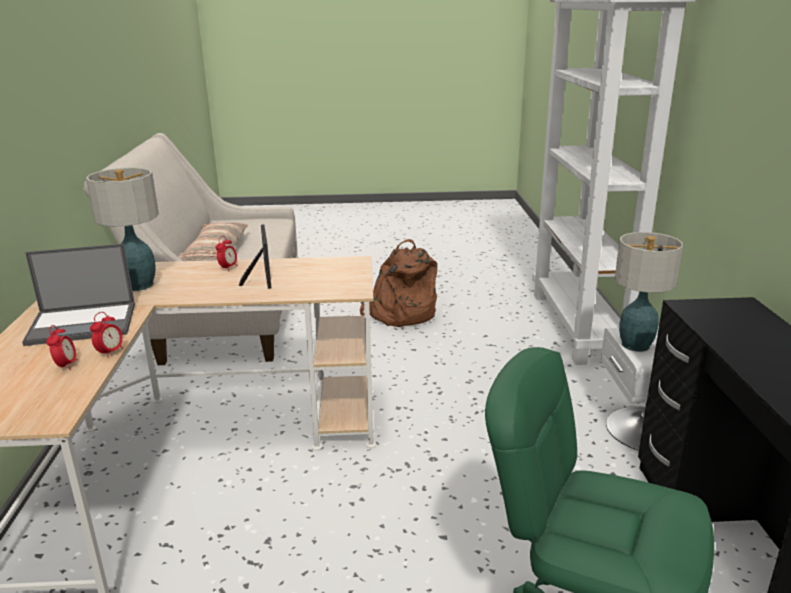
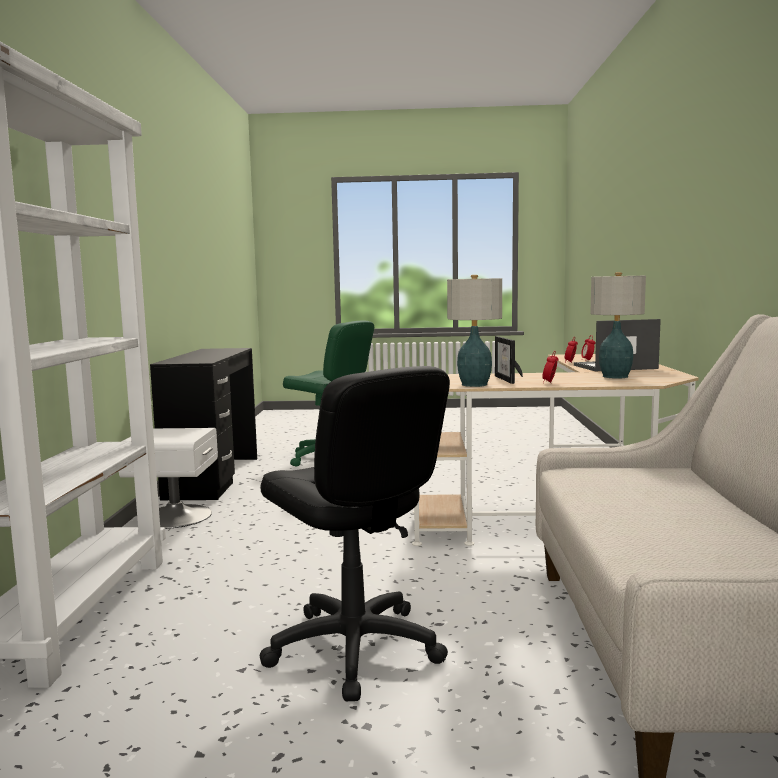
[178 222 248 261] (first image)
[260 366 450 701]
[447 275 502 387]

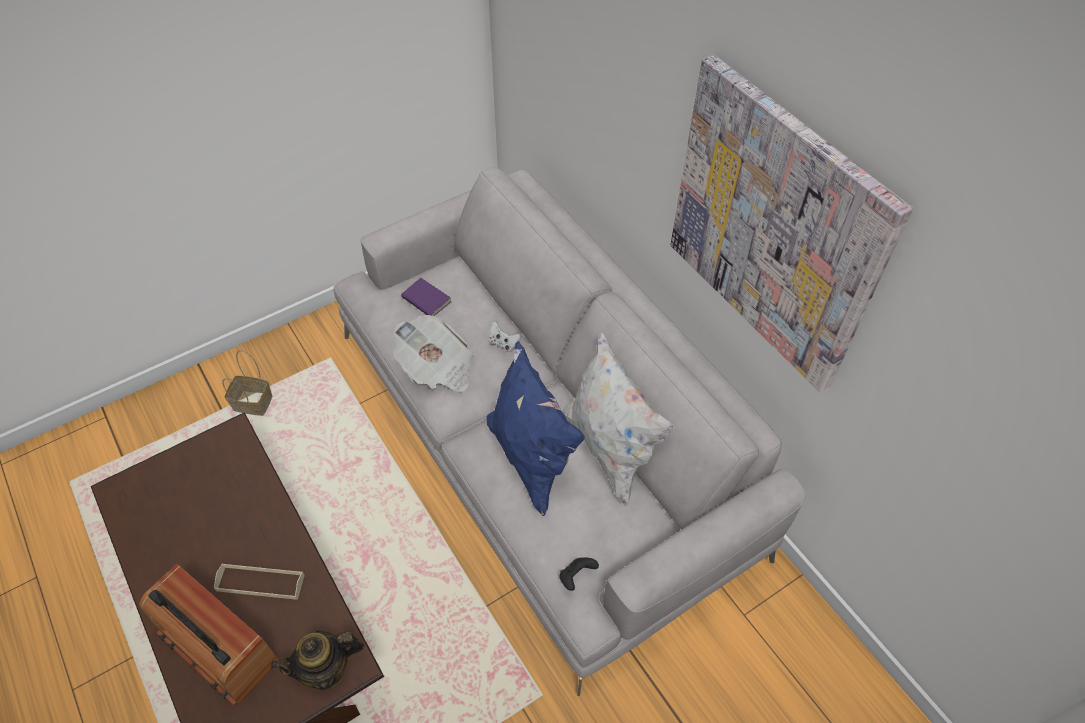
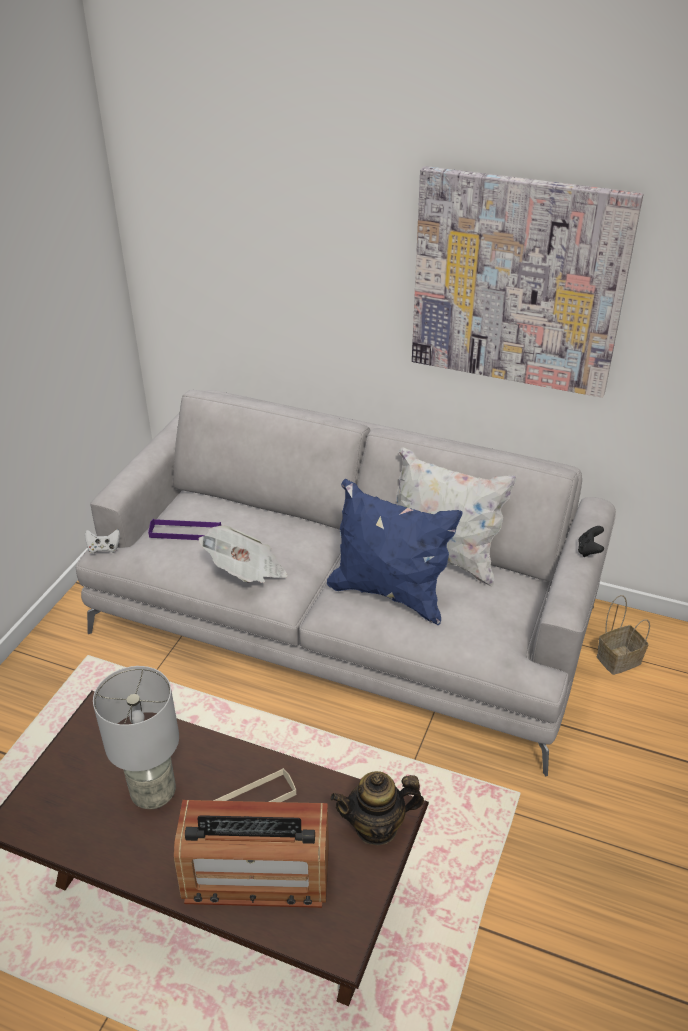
[597 595 650 675]
[330 771 424 845]
[148 519 221 540]
[85 529 120 553]
[578 526 604 557]
[93 666 179 809]

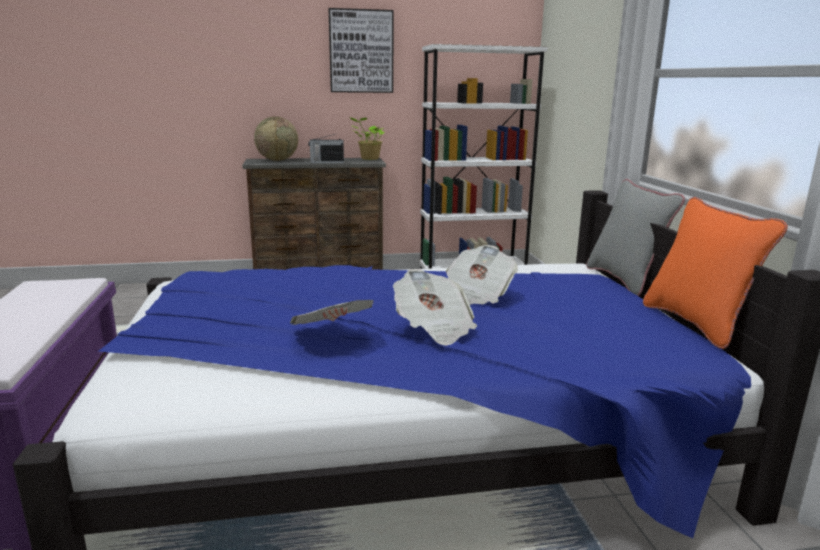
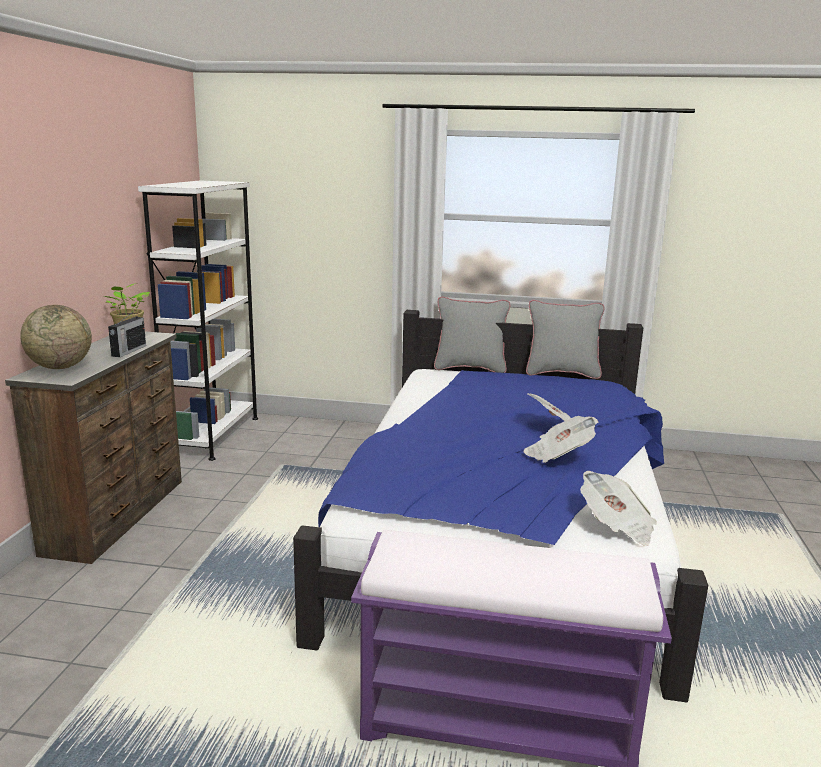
[329 8 394 93] (first image)
[580 471 657 546]
[526 300 605 379]

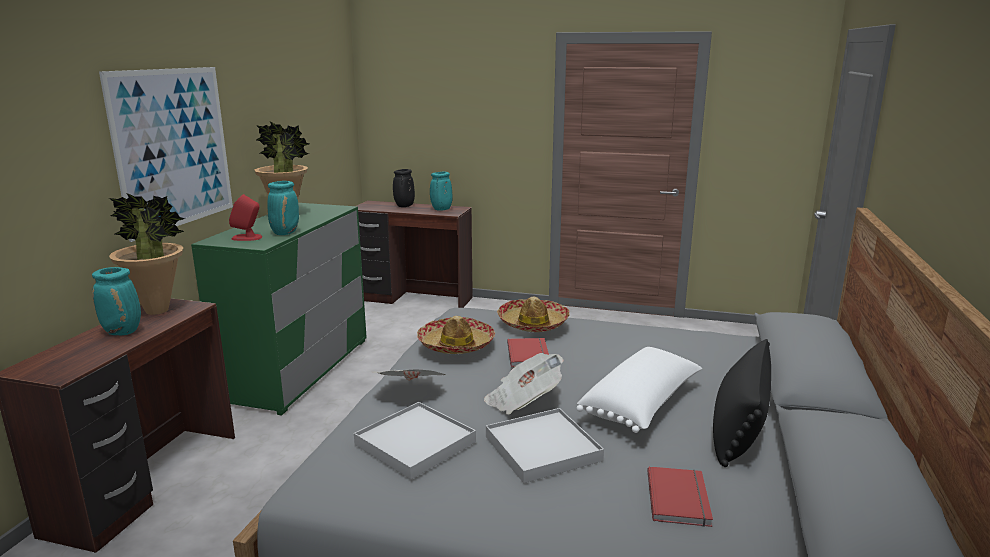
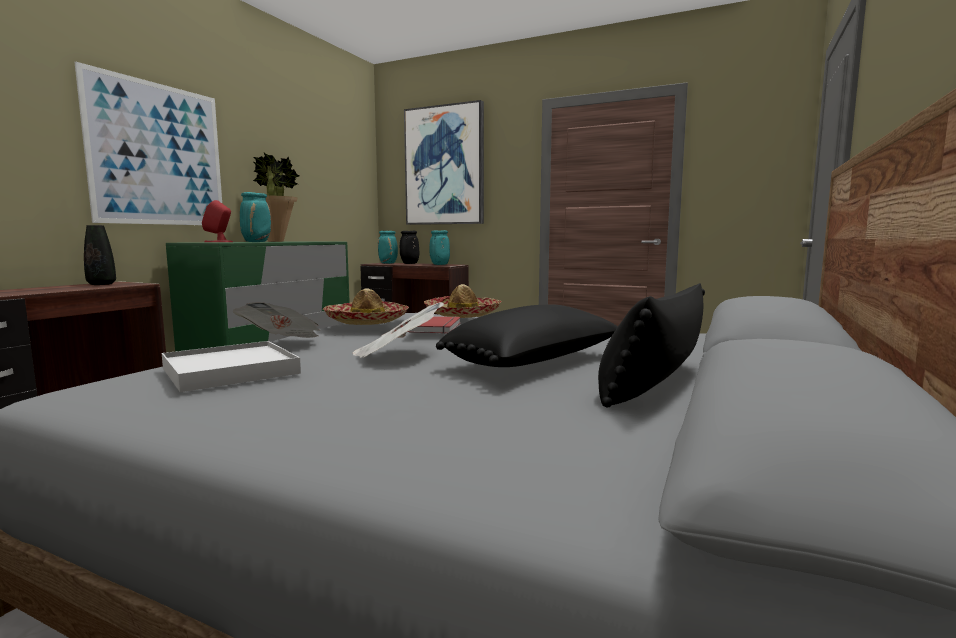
[378 231 398 264]
[84 225 116 285]
[486 408 604 483] (first image)
[436 305 618 367]
[647 466 713 527] (first image)
[404 100 484 225]

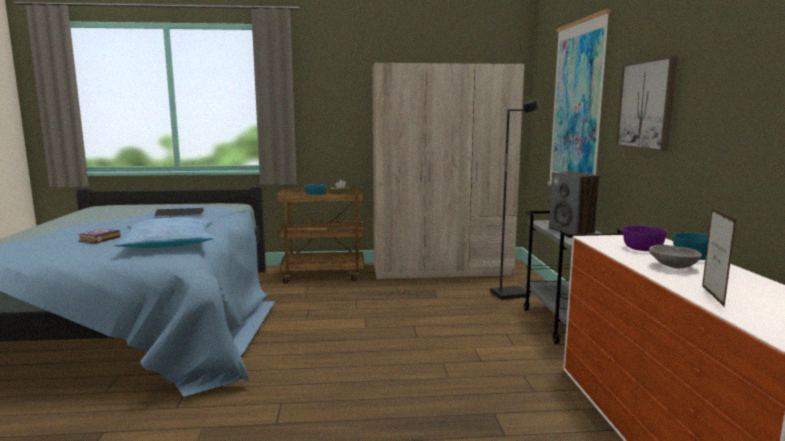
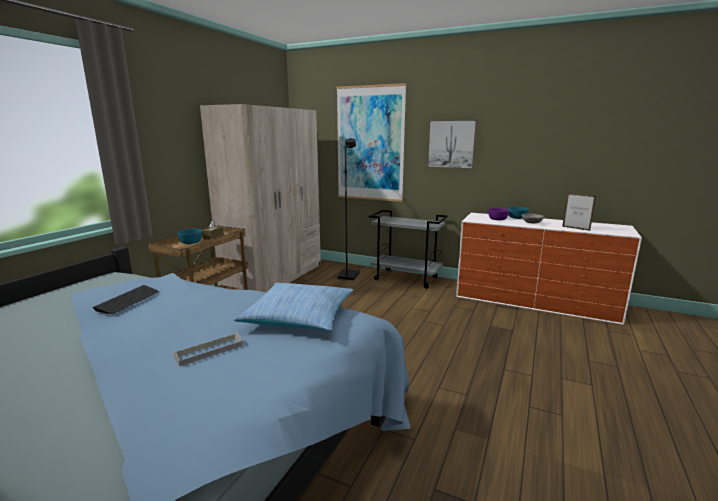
[173 333 243 366]
[549 172 599 234] (first image)

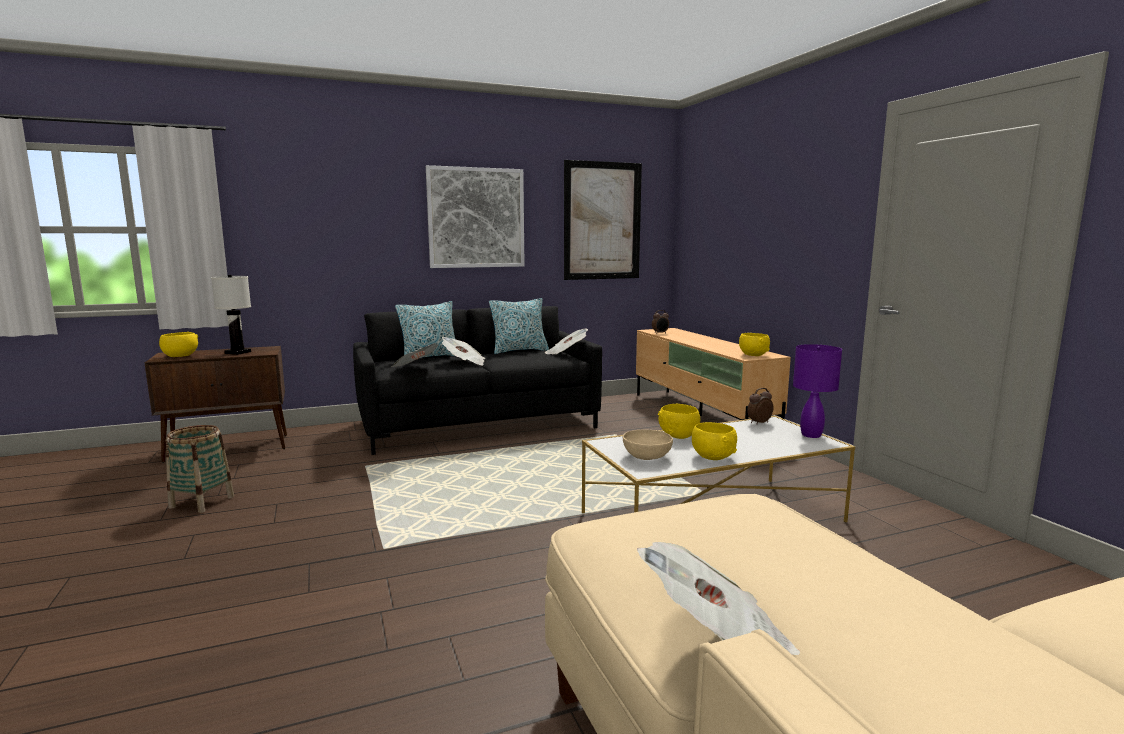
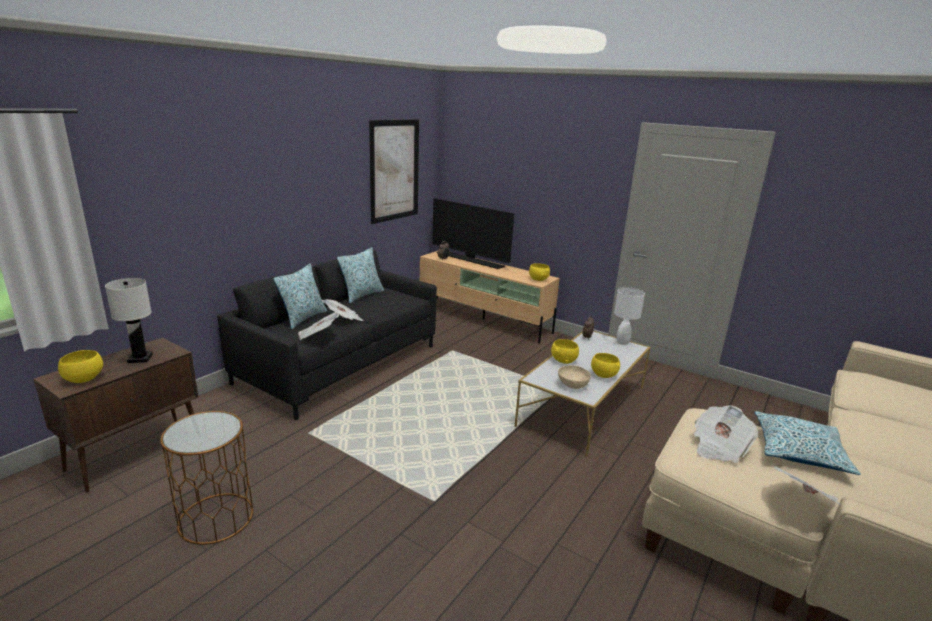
[160 411 253 545]
[426 165 525 268] (first image)
[694 405 758 463]
[614 287 645 345]
[432 198 514 269]
[754 411 861 475]

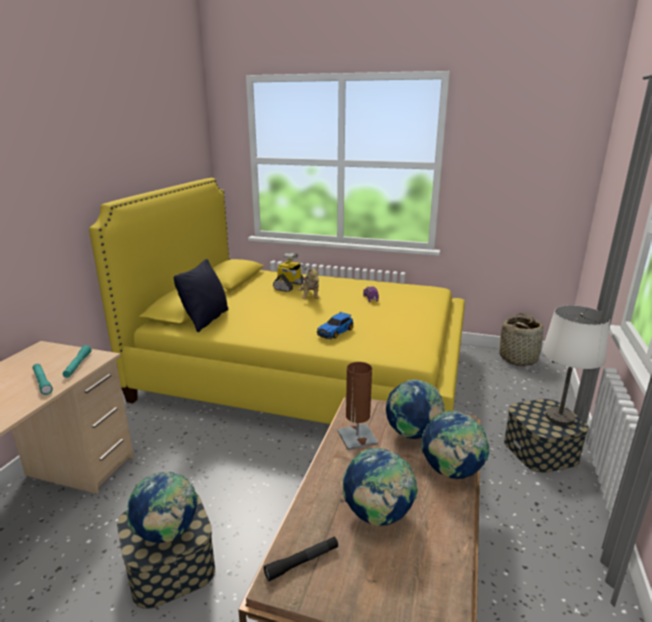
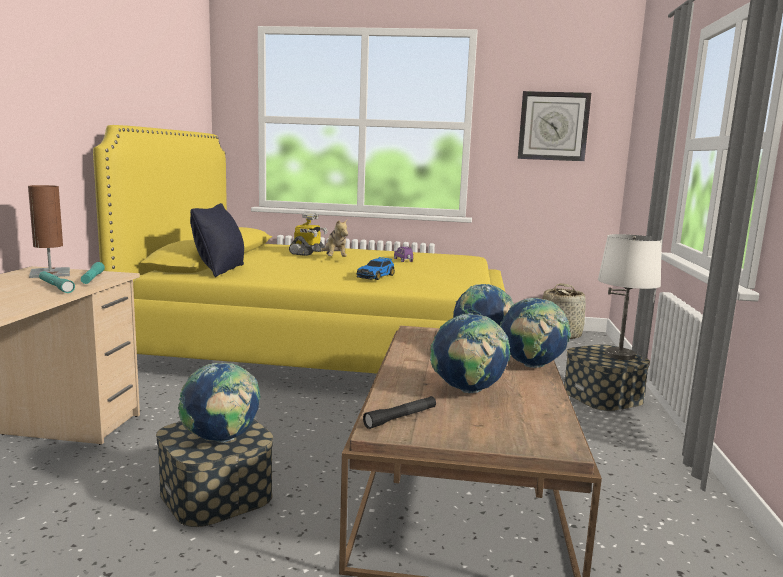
[28 185 70 278]
[518 91 591 161]

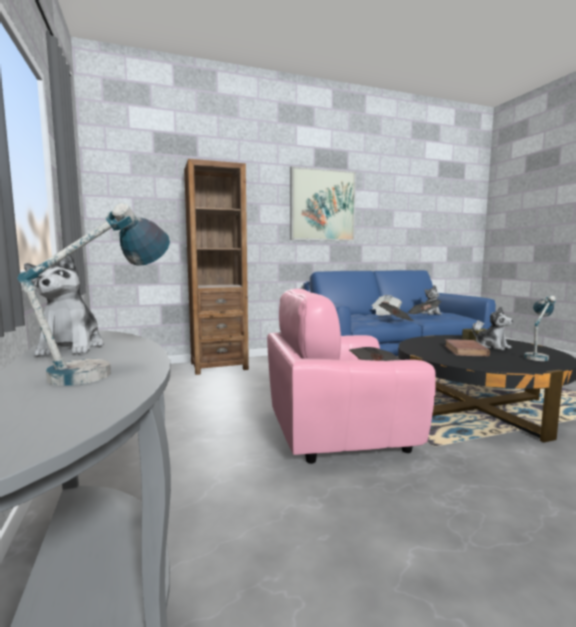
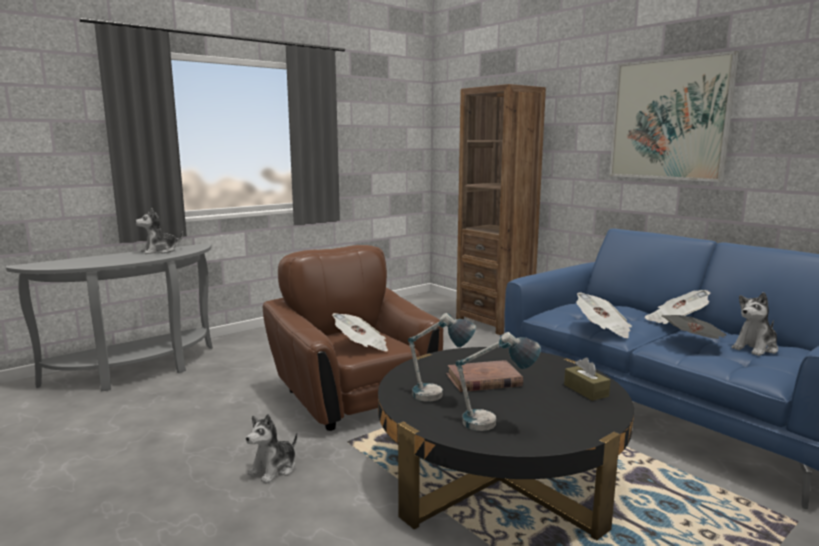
[408 313 476 402]
[263 245 443 431]
[246 414 297 484]

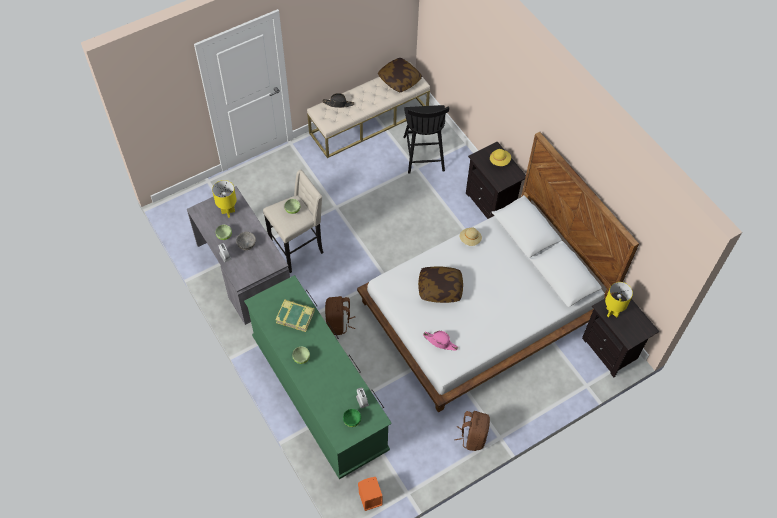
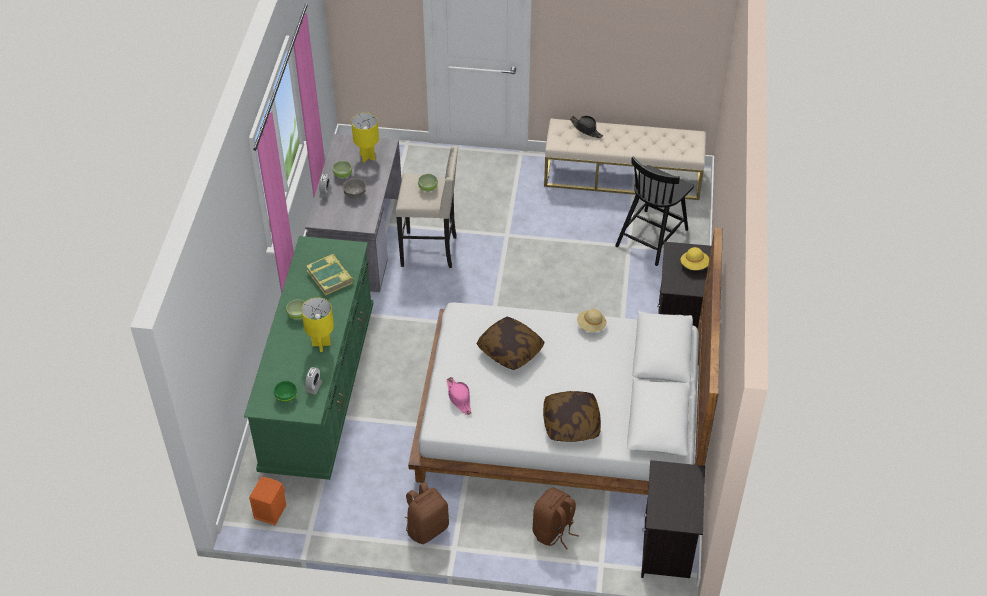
[533 487 579 550]
[543 391 601 442]
[301 297 334 352]

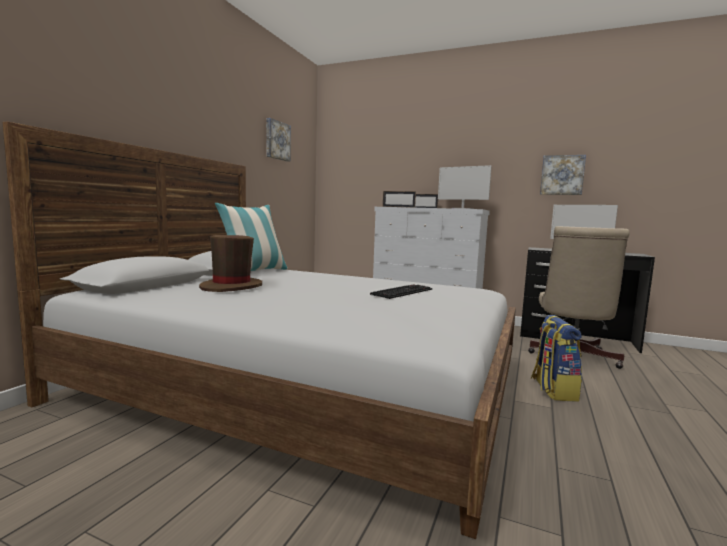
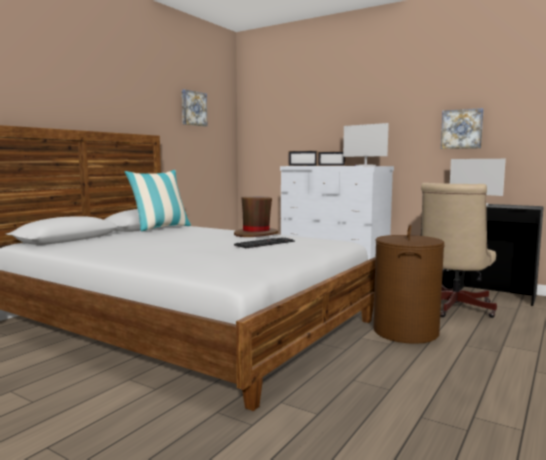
[234 196 278 237]
[373 225 445 344]

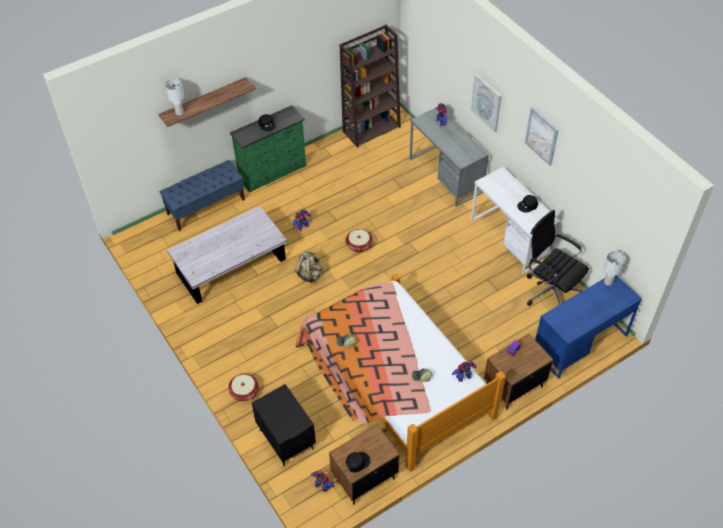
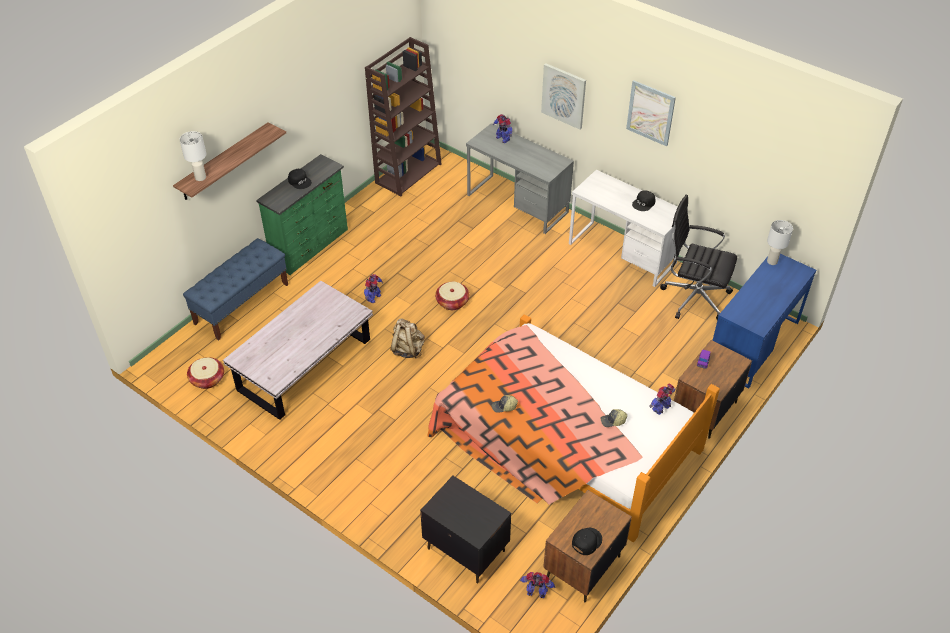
[187 357 224 389]

